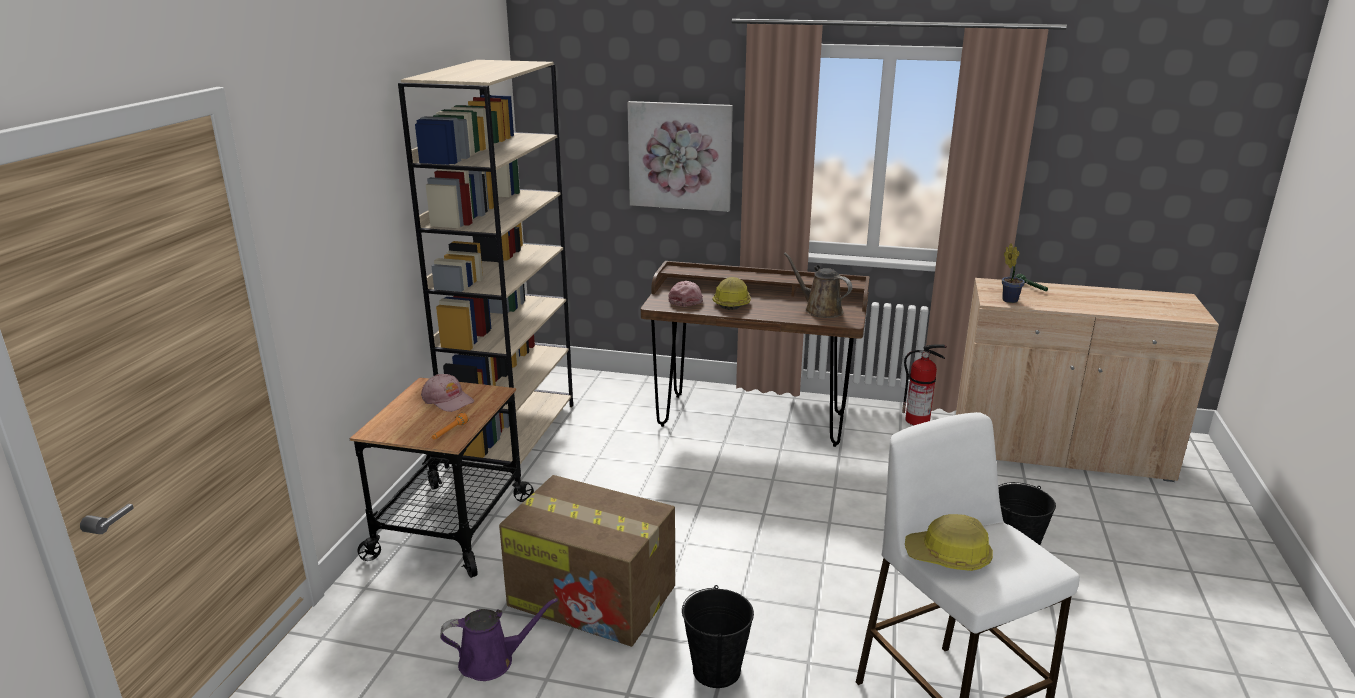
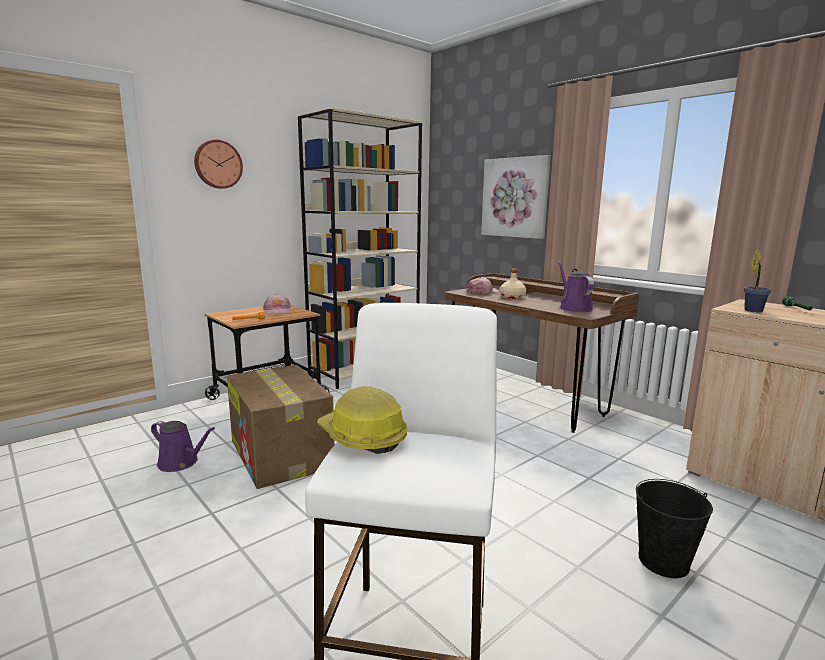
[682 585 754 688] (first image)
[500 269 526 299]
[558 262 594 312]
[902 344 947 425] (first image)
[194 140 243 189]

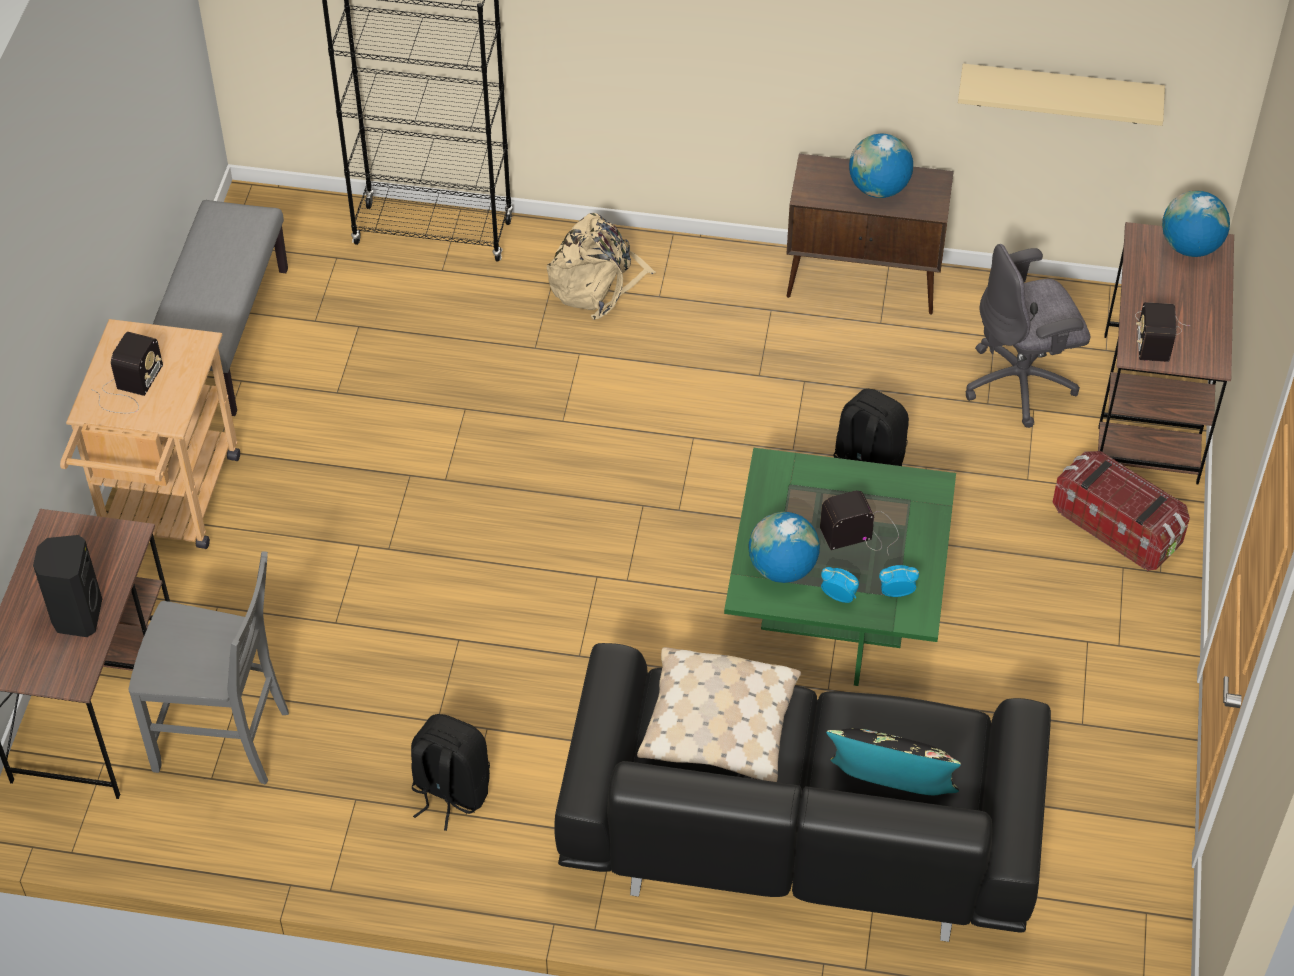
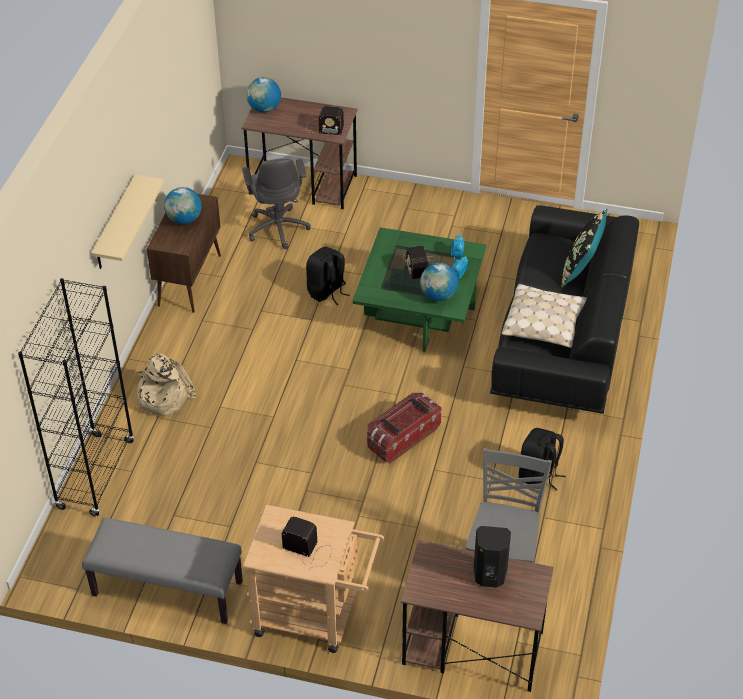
[91 174 165 269]
[367 393 442 463]

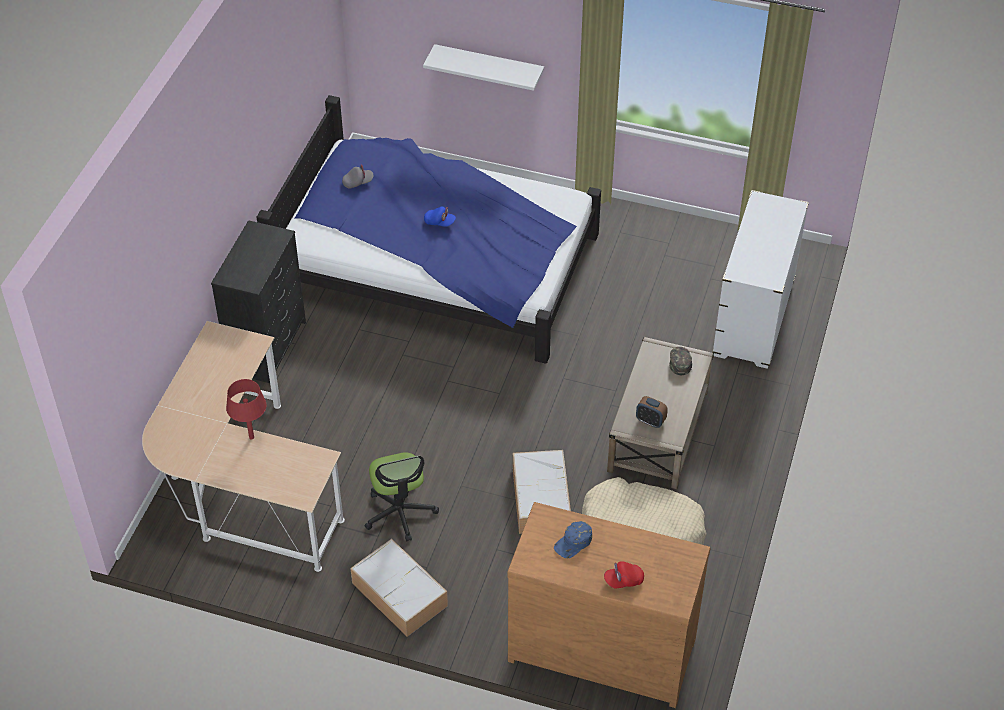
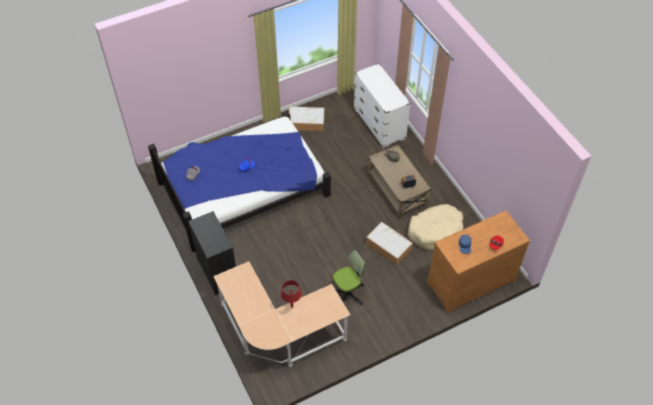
[289 106 325 131]
[333 250 365 305]
[423 44 544 91] (first image)

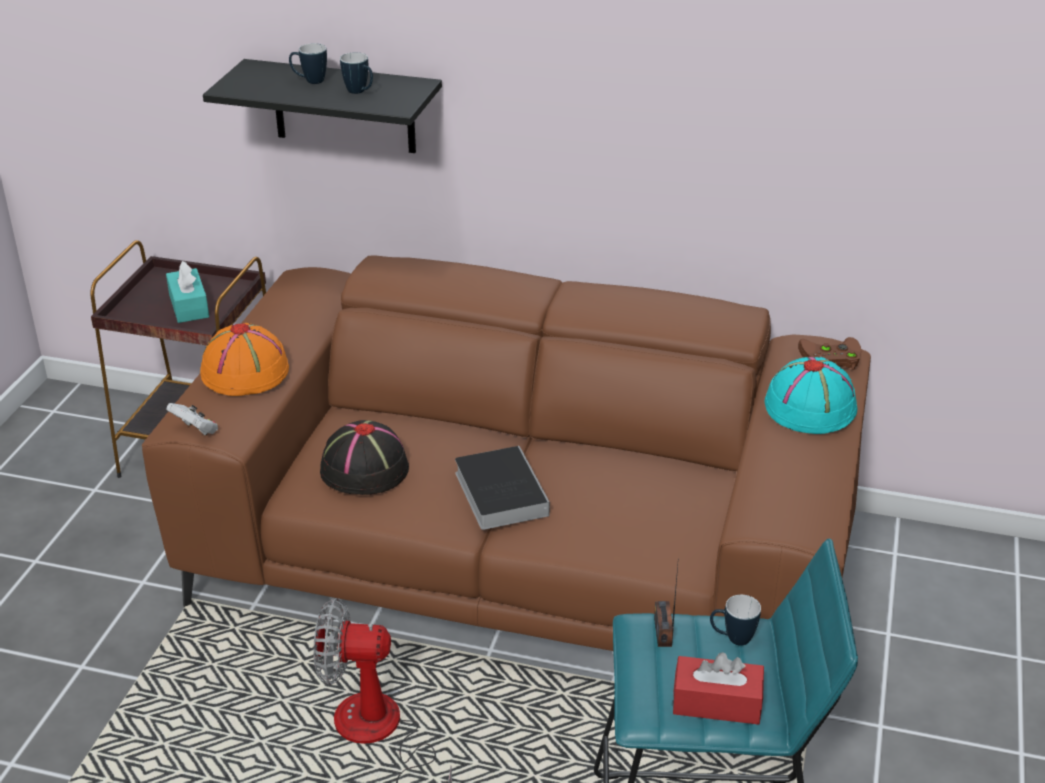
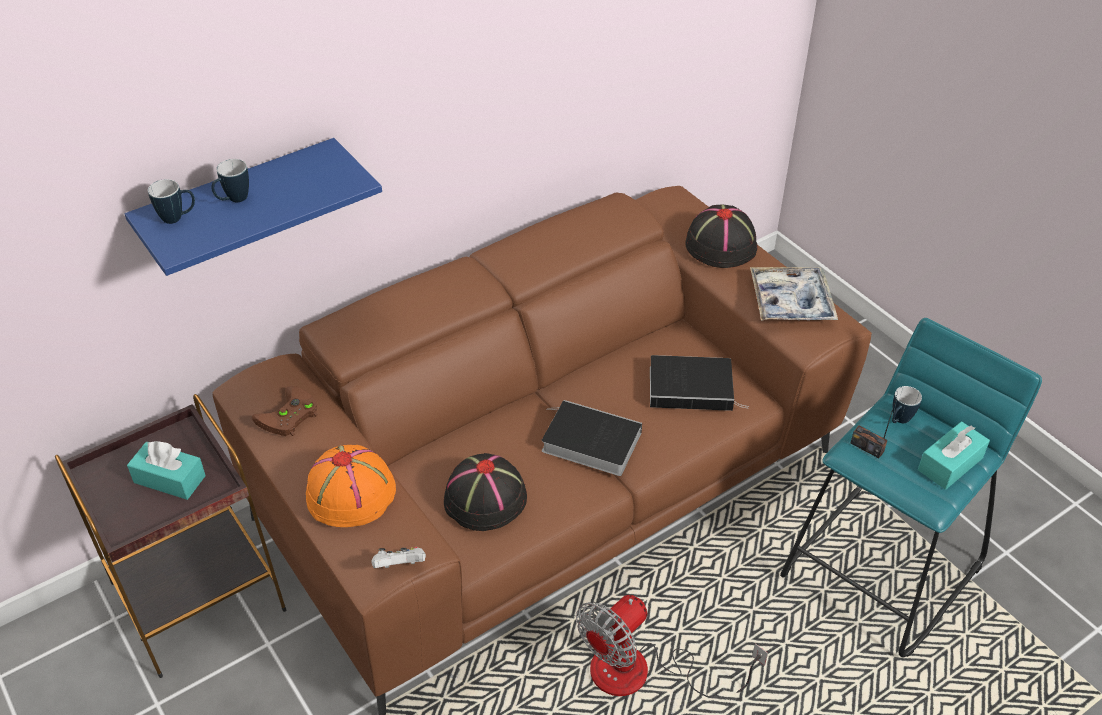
[125 138 382 276]
[148 179 195 224]
[918 422 990 490]
[685 205 757 268]
[252 386 318 436]
[650 355 749 411]
[750 267 838 321]

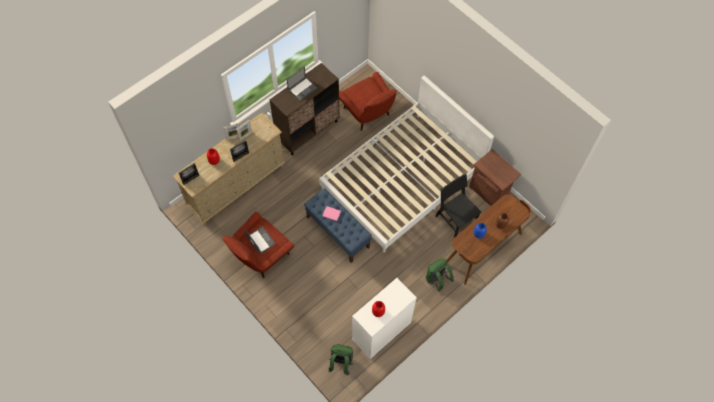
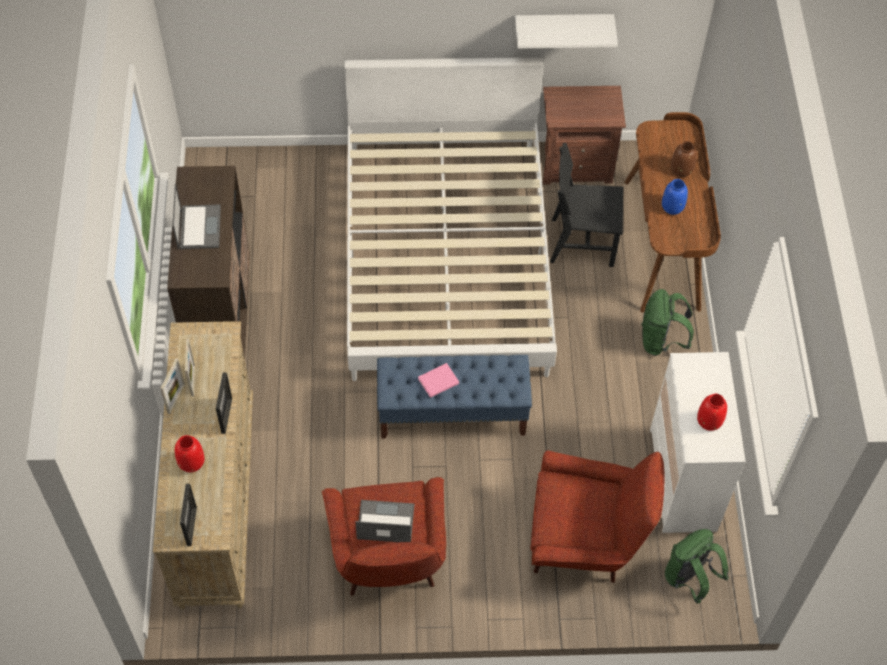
[530 450 664 583]
[515 14 618 49]

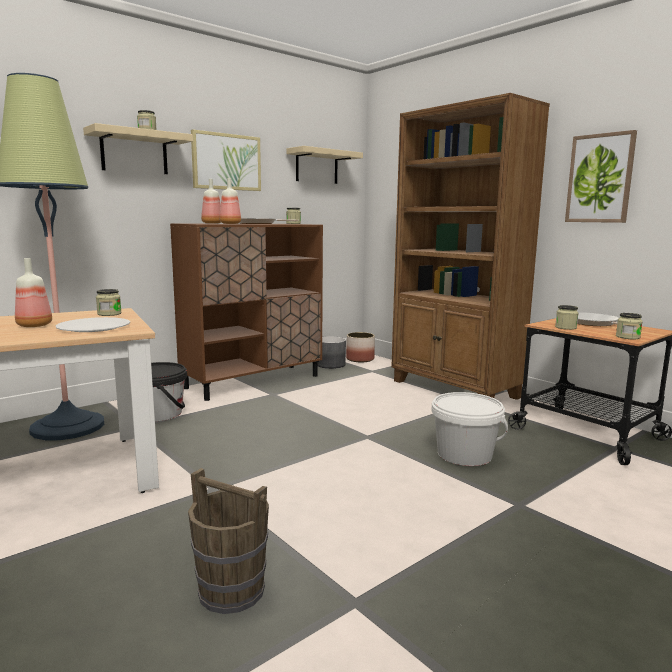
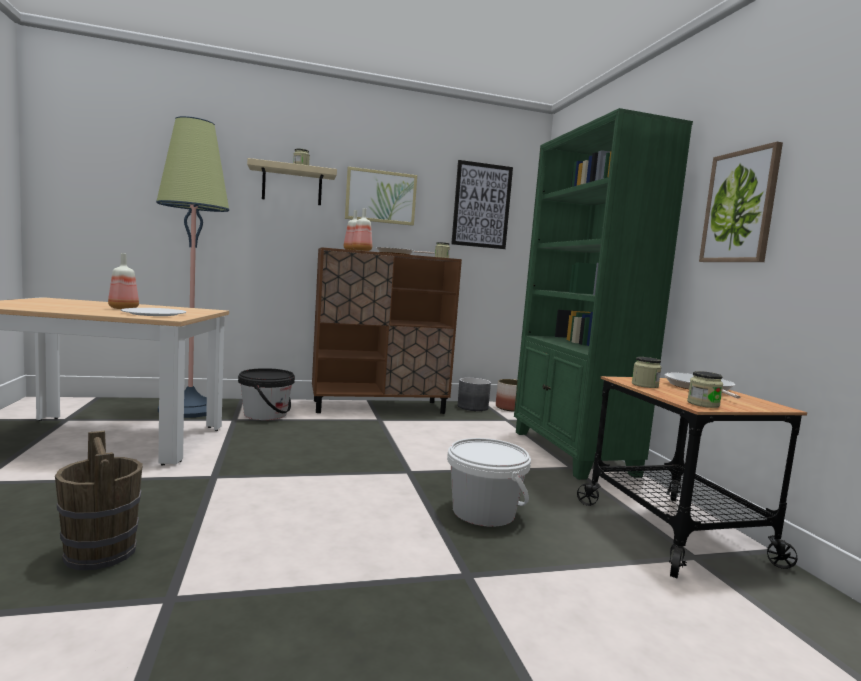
[96 289 122 316] (first image)
[451 160 513 249]
[514 108 693 480]

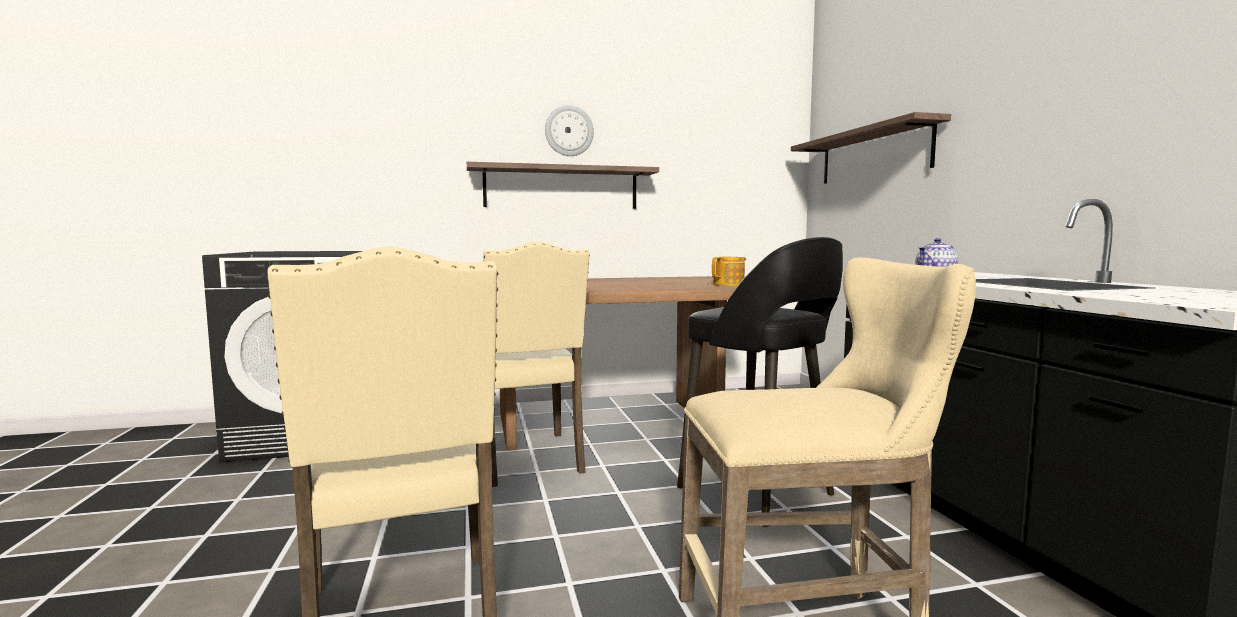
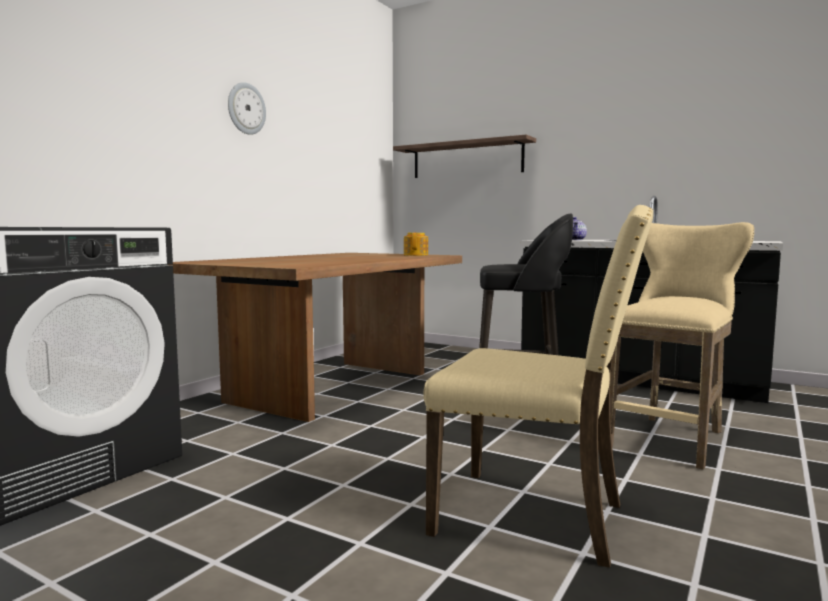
[467 162 659 209] (first image)
[483 241 590 487] (first image)

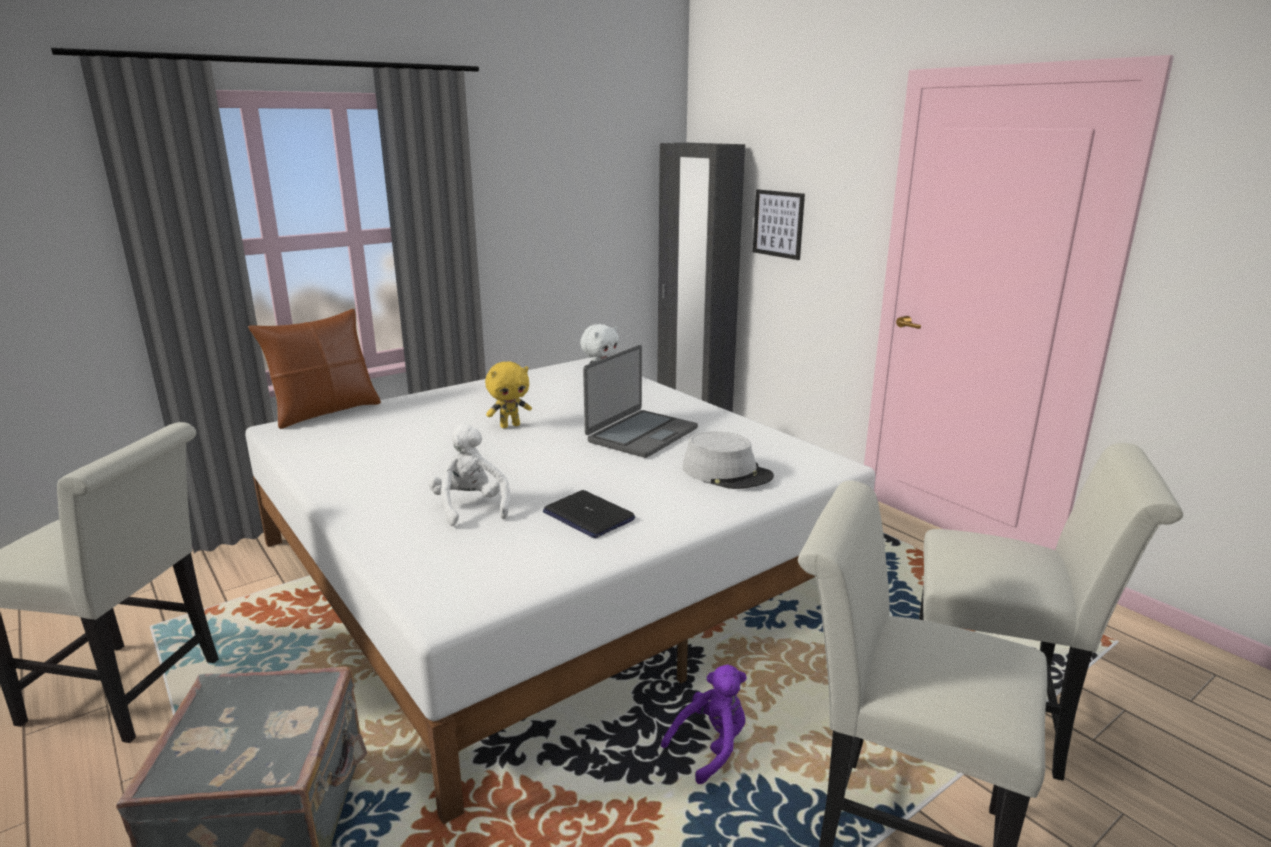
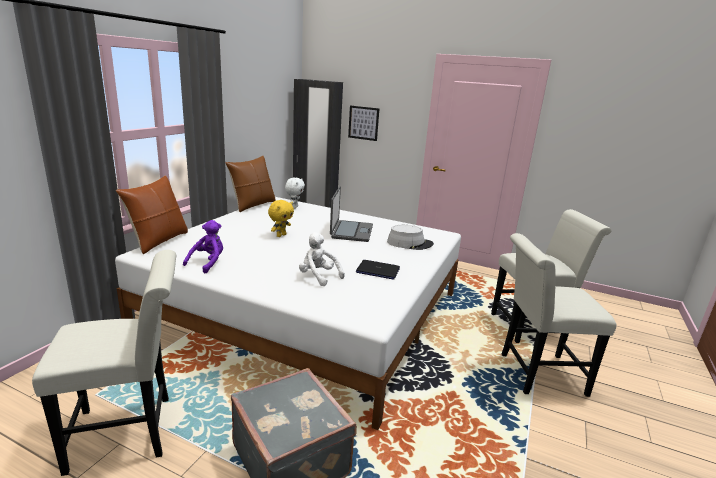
[183 220 223 273]
[225 156 276 212]

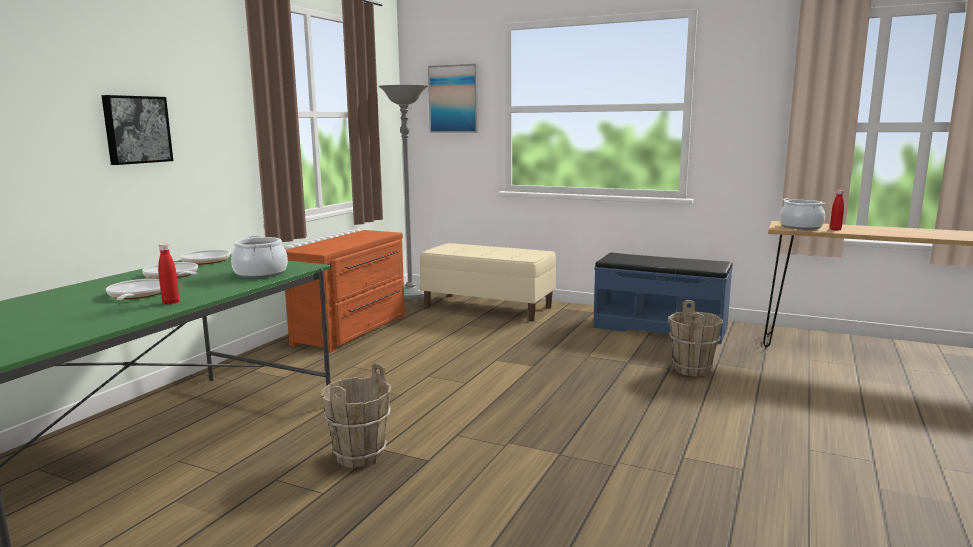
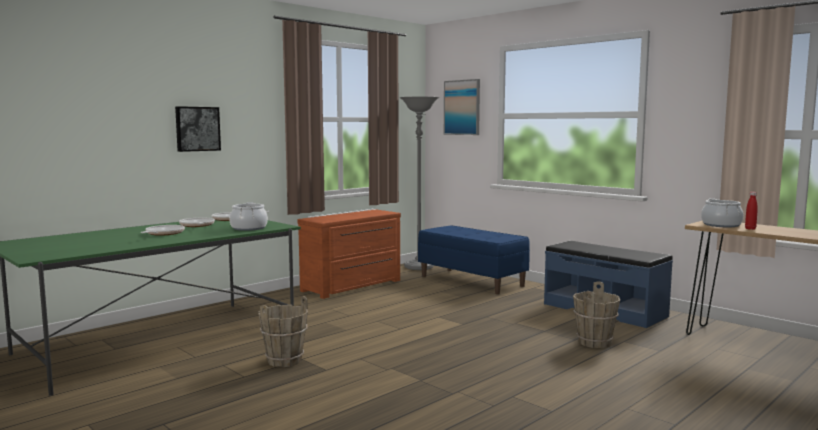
[158 244 179 304] (first image)
[418 225 530 294]

